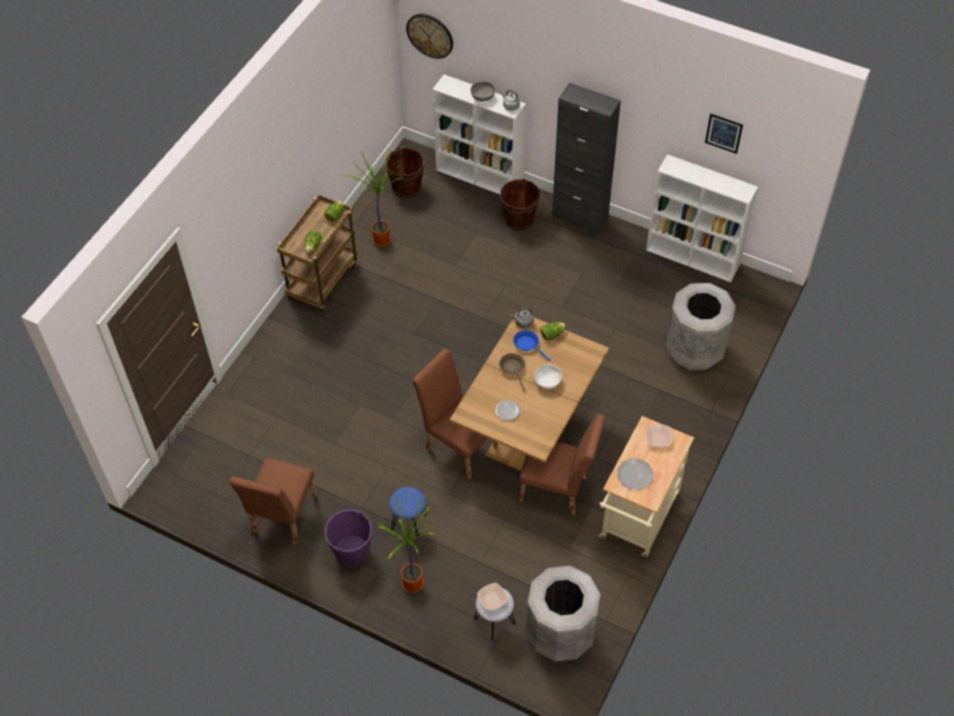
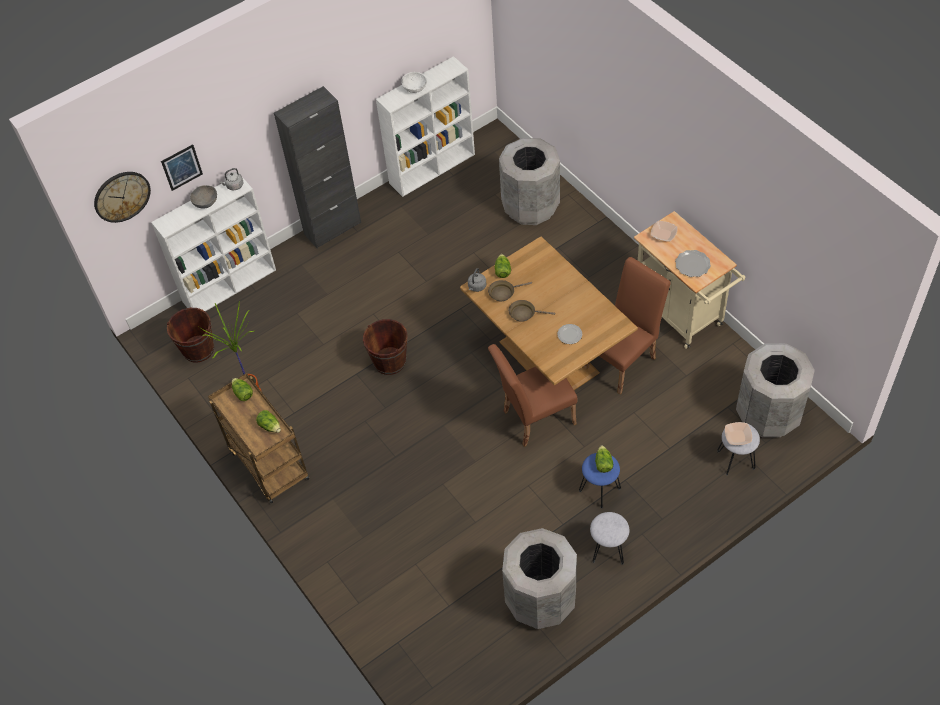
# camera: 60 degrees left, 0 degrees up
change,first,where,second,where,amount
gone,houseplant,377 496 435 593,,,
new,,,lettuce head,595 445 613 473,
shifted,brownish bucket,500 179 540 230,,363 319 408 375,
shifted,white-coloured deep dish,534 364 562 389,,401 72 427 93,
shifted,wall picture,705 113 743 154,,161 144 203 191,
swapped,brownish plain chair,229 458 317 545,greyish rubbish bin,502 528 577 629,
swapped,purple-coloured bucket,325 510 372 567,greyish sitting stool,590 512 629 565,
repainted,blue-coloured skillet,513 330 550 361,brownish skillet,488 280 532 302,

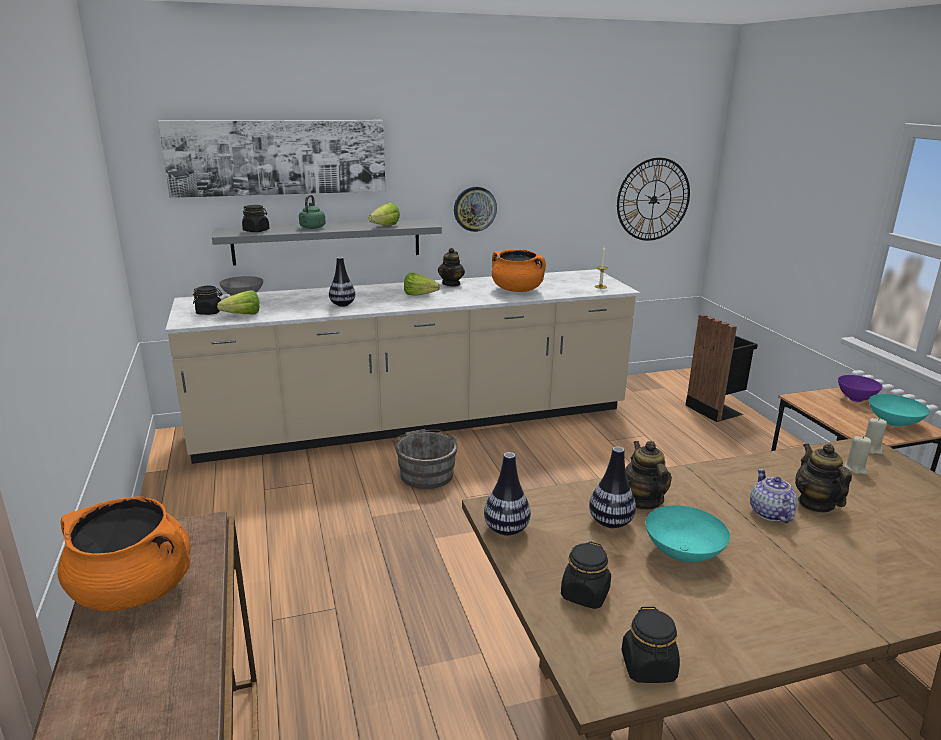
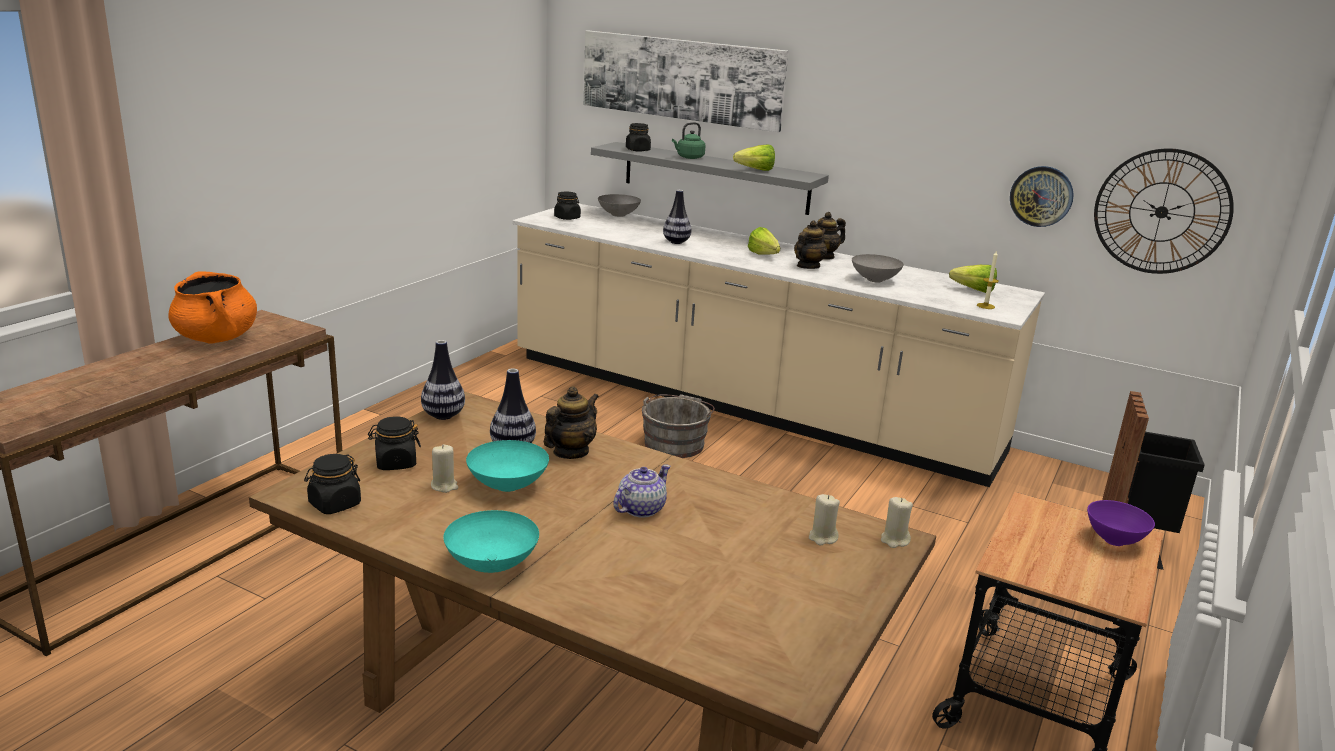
# camera: 45 degrees right, 0 degrees up
change,first,where,second,where,amount
new,,,beige-coloured wax candle,431 445 459 493,
shifted,lettuce head,217 290 259 315,,949 265 997 293,
shifted,clock on the wall,454 187 497 232,,1010 166 1074 227,
shifted,teapot,795 443 852 513,,794 220 827 269,
shifted,blue-green deep dish,869 394 930 427,,444 510 539 573,
swapped,orange cooking pot,492 250 546 292,greyish deep dish,852 254 904 282,

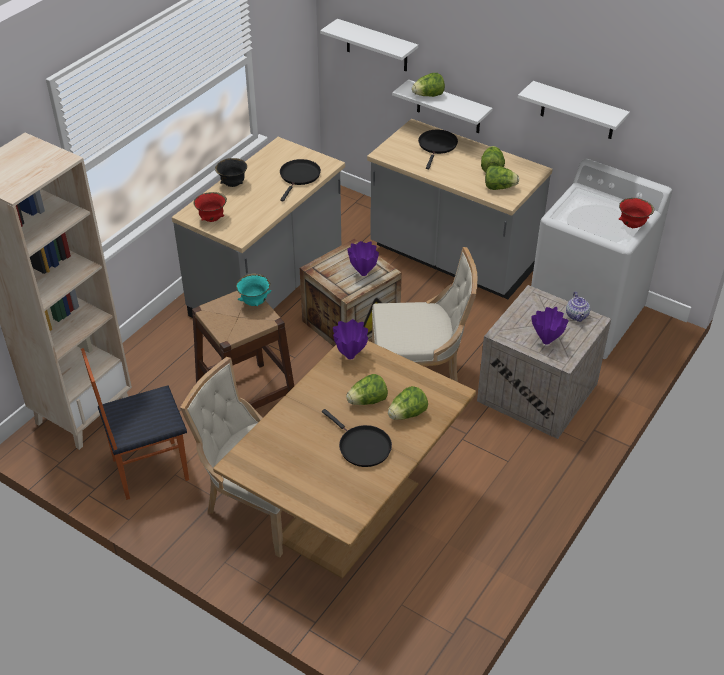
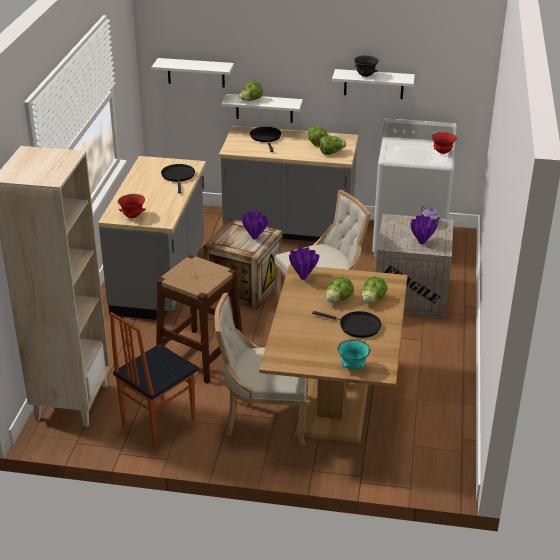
# camera: 25 degrees left, 10 degrees down
change,first,where,second,where,amount
shifted,blackish deep dish,215 158 247 187,,354 55 379 77,
shifted,blue-green deep dish,236 274 272 306,,338 339 370 370,

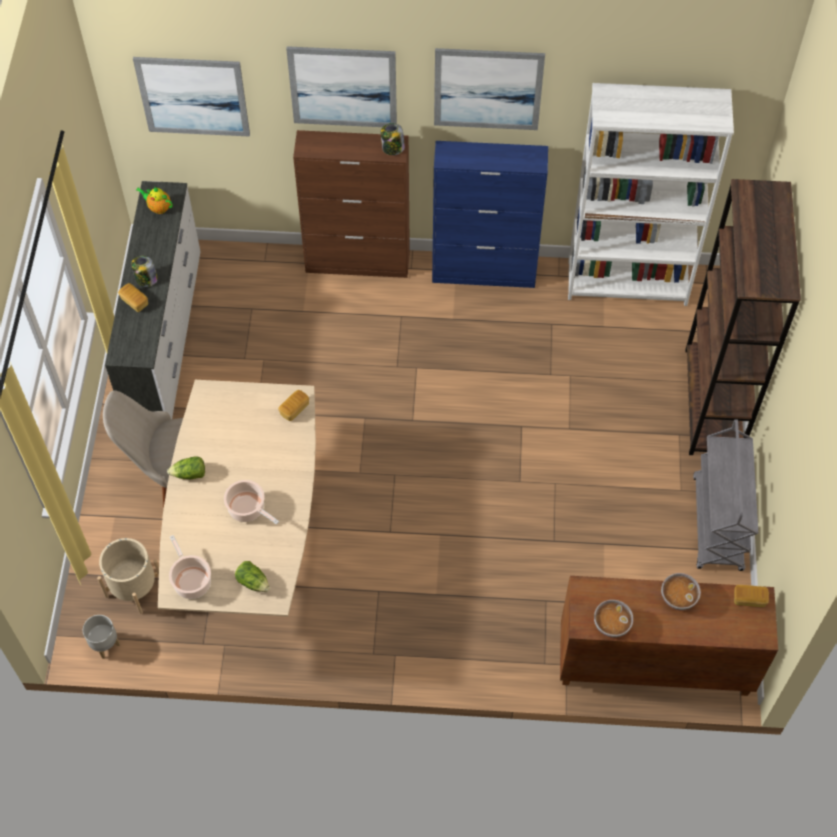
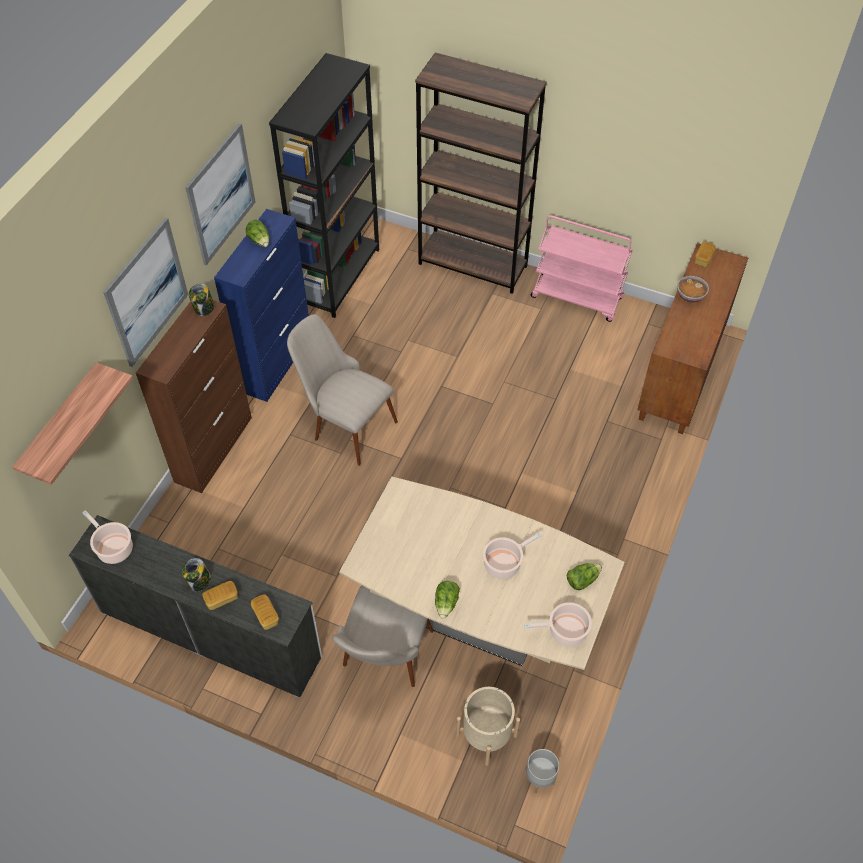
# camera: 70 degrees left, 5 degrees down
change,first,where,second,where,amount
gone,deep dish,594 600 634 638,,,
new,,,lettuce head,246 220 269 247,
new,,,beige-coloured plain chair,287 314 398 466,
shifted,bread,278 390 309 421,,251 594 279 630,
swapped,wall picture,133 57 250 137,bracket shelf,12 362 133 485,
swapped,teapot,136 187 173 214,cooking pot,82 510 133 564,
repainted,white-coloured bookcase,568 83 734 306,blackish bookcase,269 53 379 318,
repainted,greyish wheeled cart,693 419 758 571,pinkish wheeled cart,531 215 633 322,

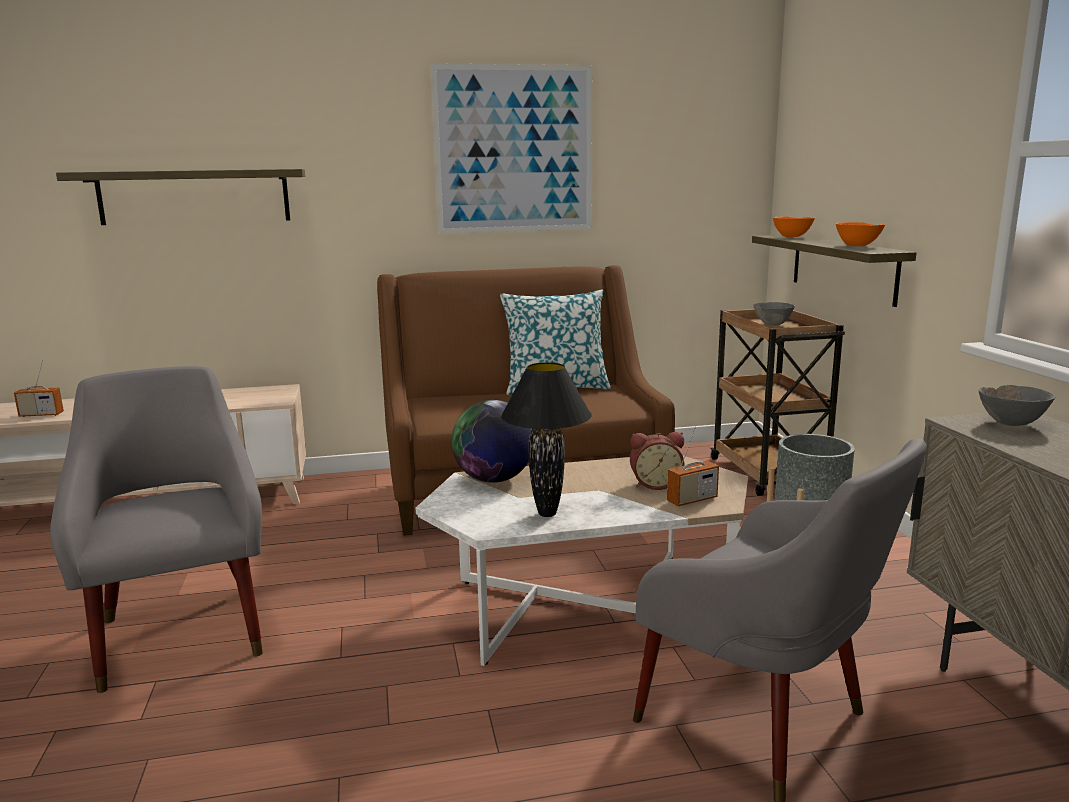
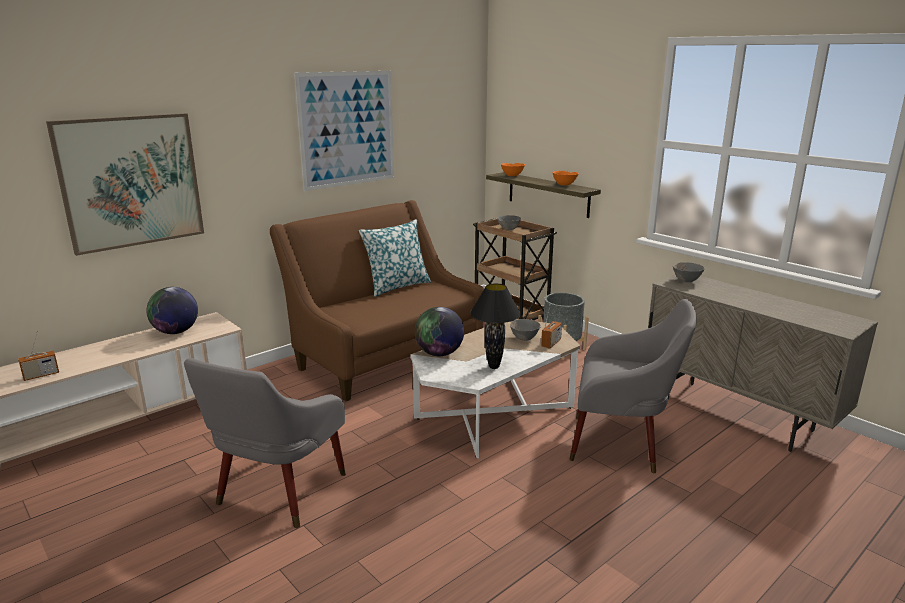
# camera: 30 degrees left, 5 degrees up
change,first,where,second,where,amount
new,,,world globe,146 287 198 334,
swapped,bracket shelf,56 169 305 225,wall picture,46 113 204 256,
swapped,bedside clock,630 432 684 490,greyish deep dish,510 319 541 341,
rotated,greyish armchair,50 366 263 693,,184 358 346 528,105 degrees counterclockwise

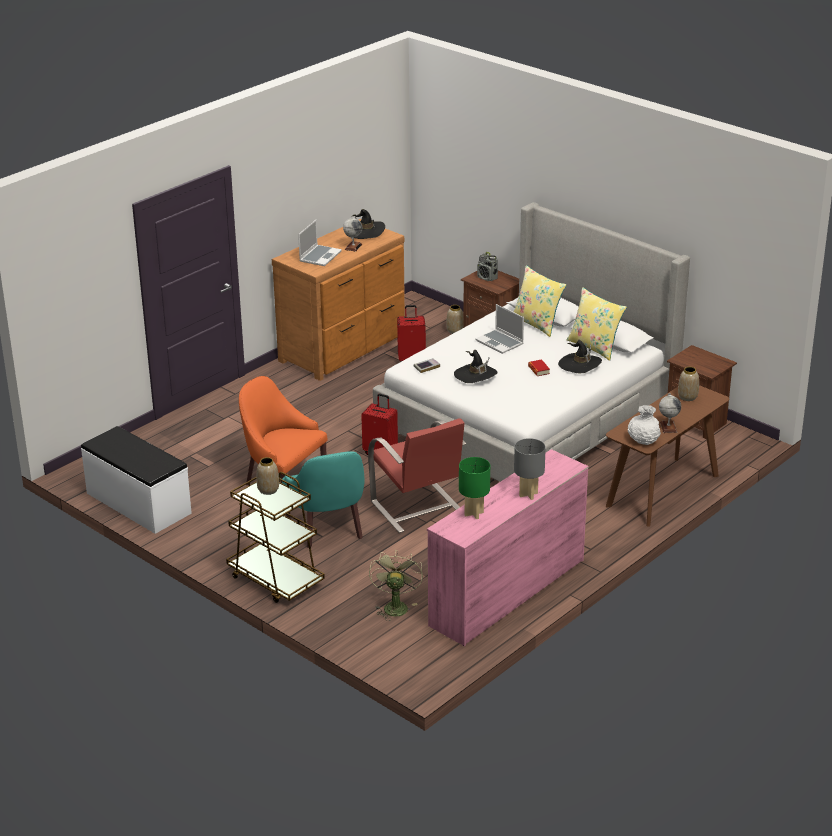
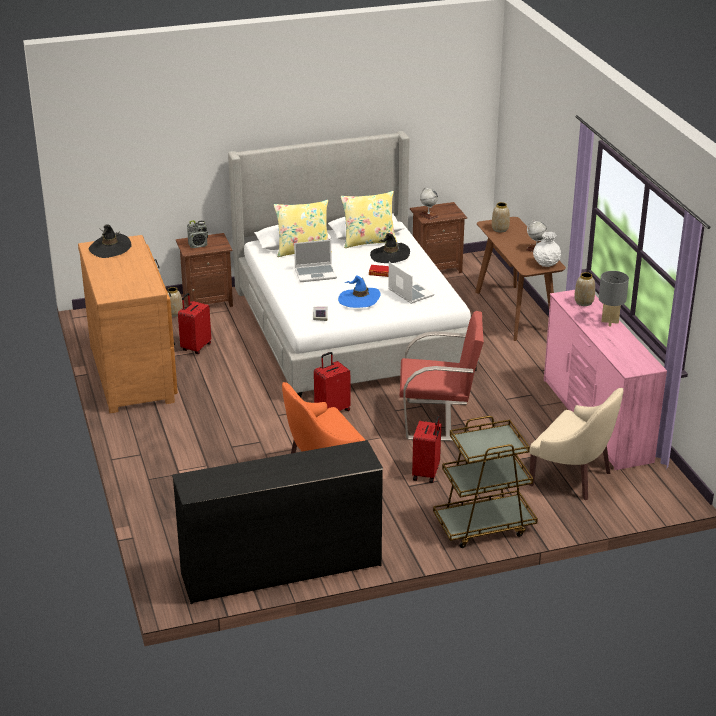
# camera: 60 degrees left, 0 degrees up
change,first,where,second,where,amount
gone,greenish table lamp,459 457 490 519,,,
shifted,decorative vase,256 457 279 495,,574 272 595 306,
shifted,notebook computer,298 220 342 266,,388 262 434 304,
shifted,world globe,343 216 362 252,,419 187 438 220,
swapped,white-coloured long seat,81 426 192 534,blackish chest of drawers,172 440 383 604,
swapped,blue-green armchair,282 452 365 548,reddish suitcase,412 416 441 483,
swapped,greenish electric fan,369 549 423 621,beige-coloured armchair,529 388 624 500,
repainted,blackish hat,454 350 498 383,blue-coloured hat,338 275 380 308,

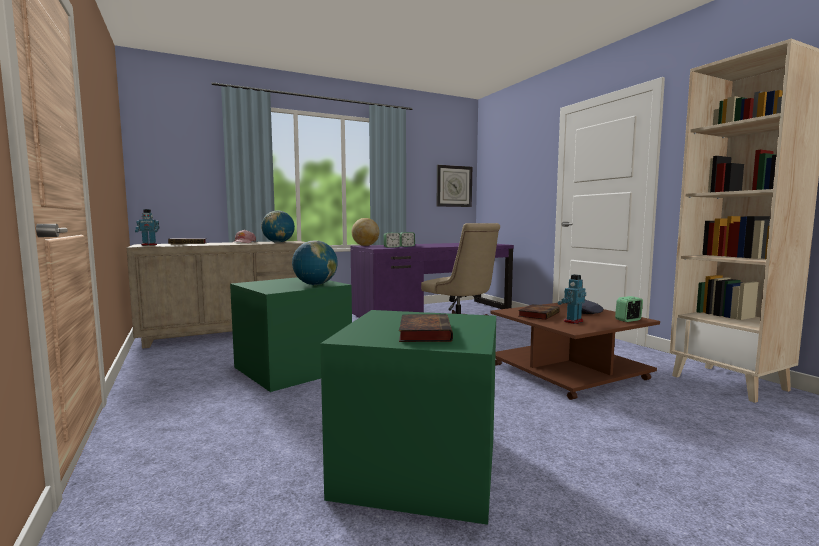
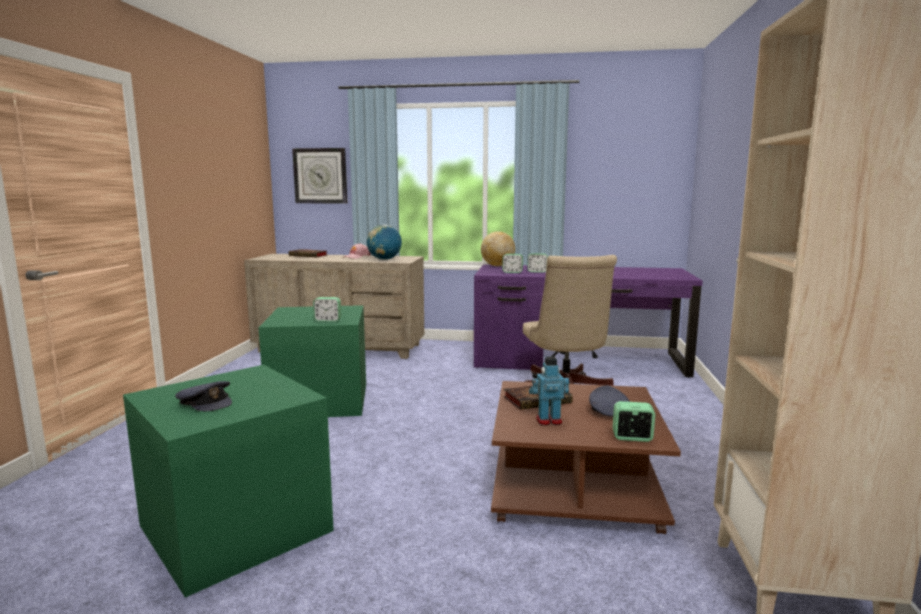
# camera: 35 degrees right, 5 degrees up
change,first,where,second,where,amount
gone,model robot,135 209 159 246,,,
shifted,clock on the wall,437 165 472 207,,292 148 347 204,
swapped,world globe,292 240 338 285,bedside clock,313 297 341 322,
swapped,volume,399 314 453 342,greyish peaked cap,175 381 232 412,

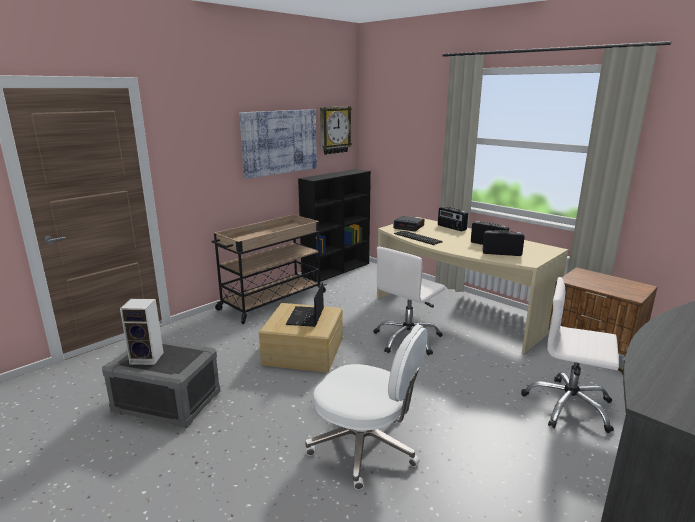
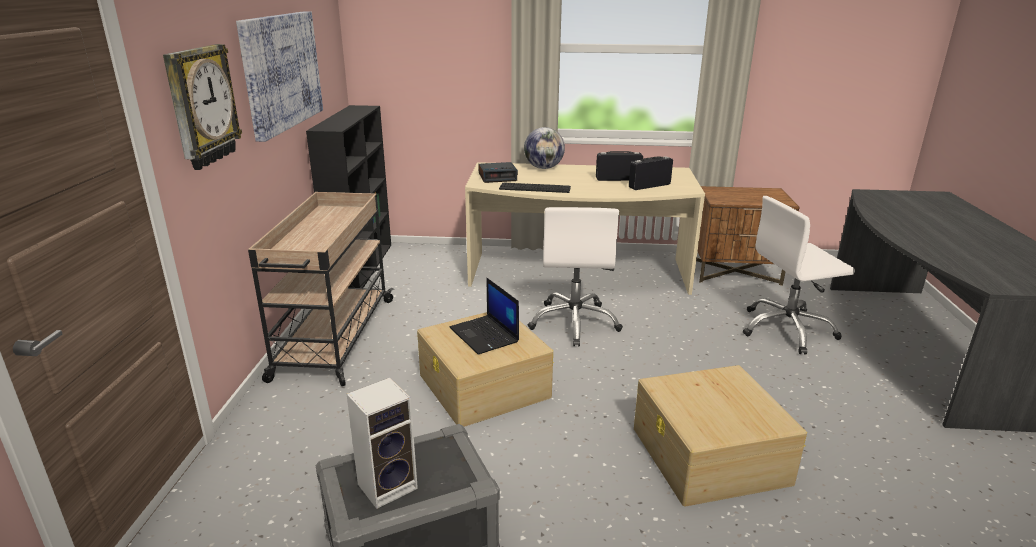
# camera: 40 degrees left, 5 degrees up
change,first,where,second,where,amount
shifted,clock on the wall,320 106 352 155,,163 44 242 170,
swapped,white-coloured computer chair,305 324 428 490,beige-coloured storage box,634 365 807 507,
swapped,radio set,438 207 468 231,world globe,524 127 565 169,

